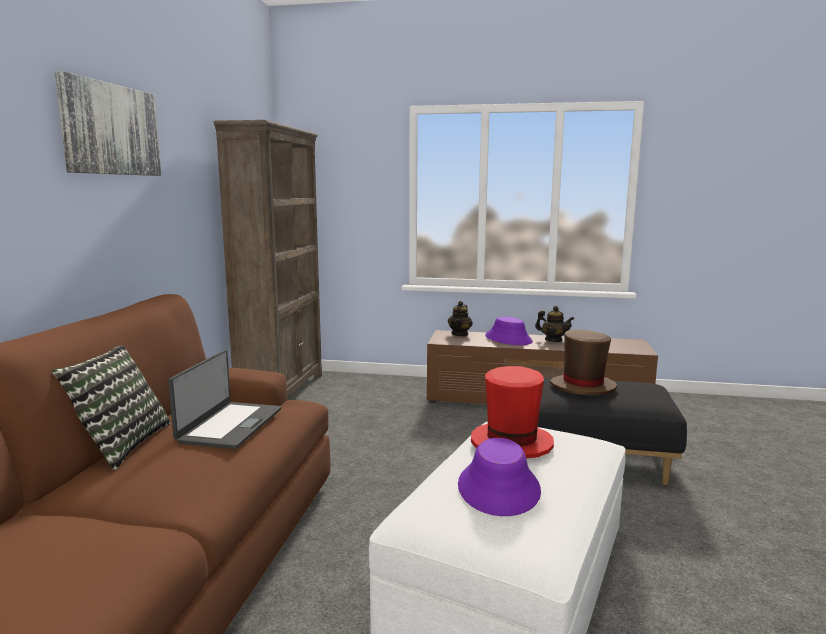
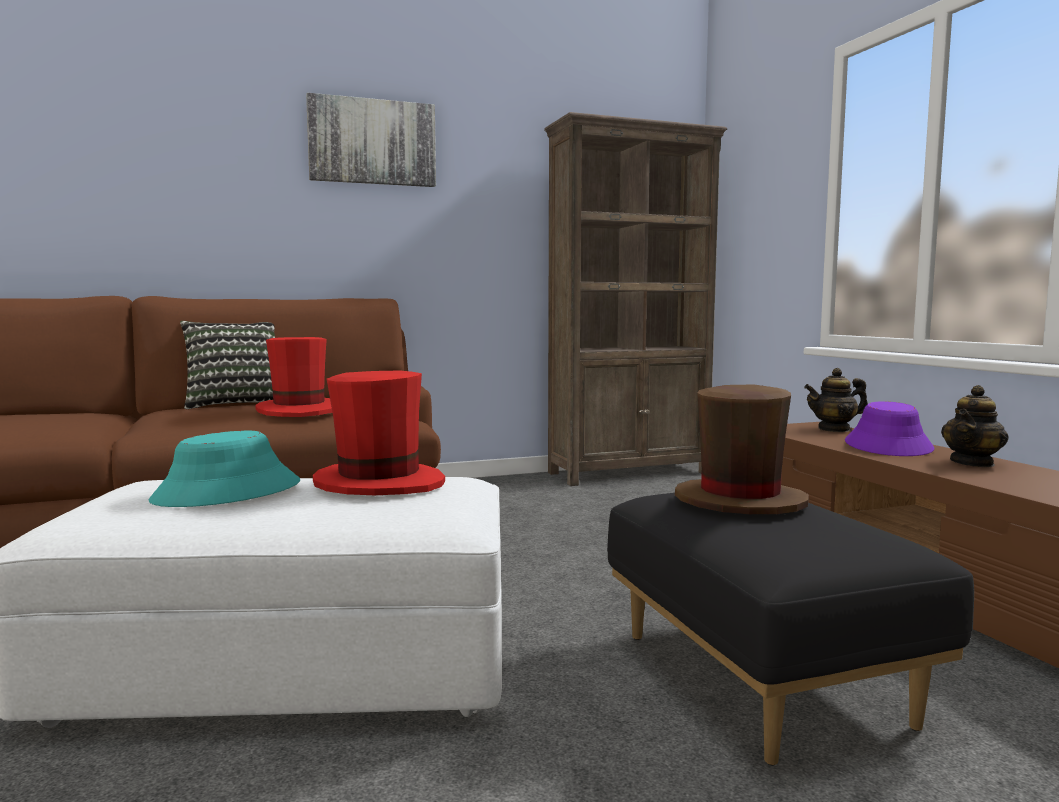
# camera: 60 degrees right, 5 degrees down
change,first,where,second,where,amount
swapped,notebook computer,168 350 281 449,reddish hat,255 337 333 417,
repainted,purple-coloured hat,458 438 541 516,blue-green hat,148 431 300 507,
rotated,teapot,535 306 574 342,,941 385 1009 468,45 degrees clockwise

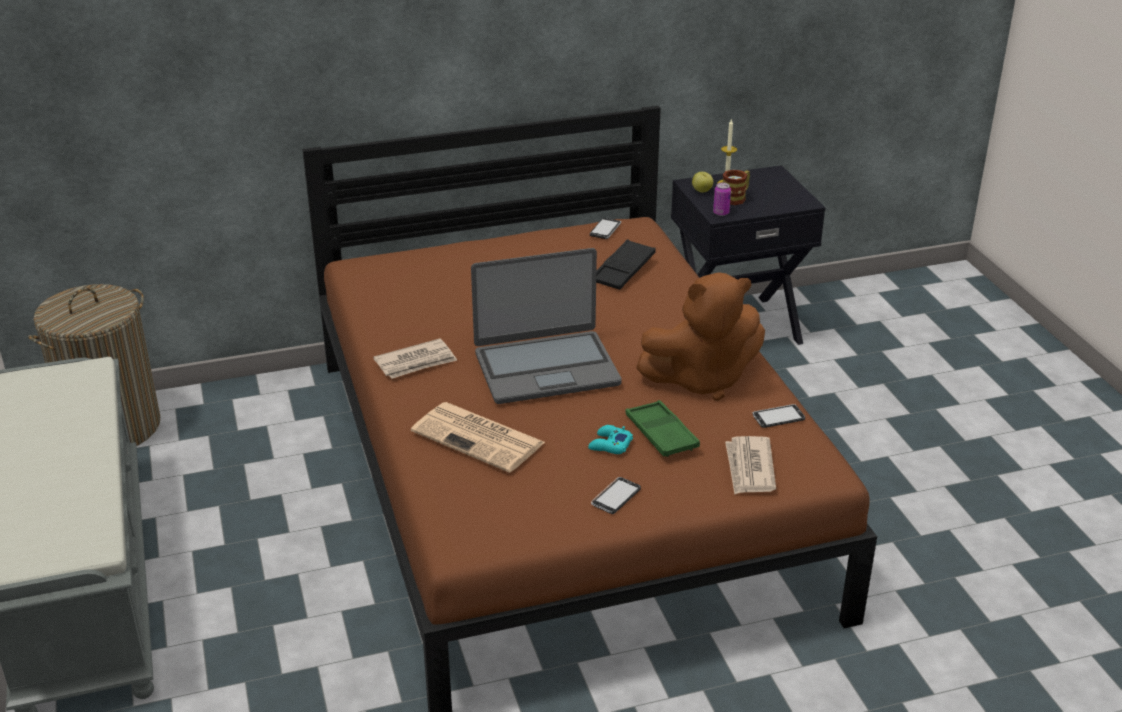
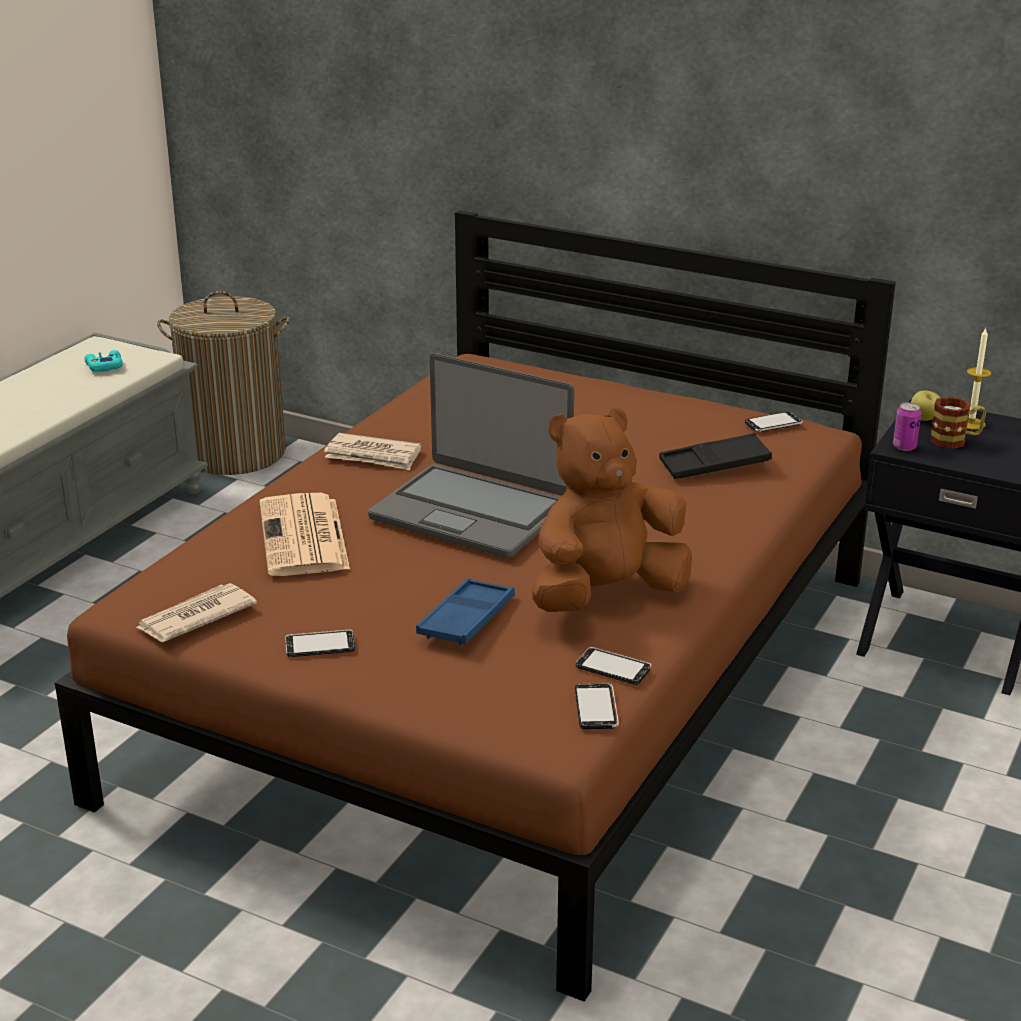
# camera: 45 degrees right, 5 degrees down
change,first,where,second,where,amount
new,,,handset,575 683 619 729,
shifted,blue-green game controller,588 425 633 454,,84 350 123 372,
shifted,printed paper,725 436 776 495,,136 583 257 642,
repainted,greenish carrying tray,625 400 700 457,blue-coloured carrying tray,416 578 515 646,
rotated,brownish soft toy,636 272 765 401,,532 407 692 612,120 degrees clockwise

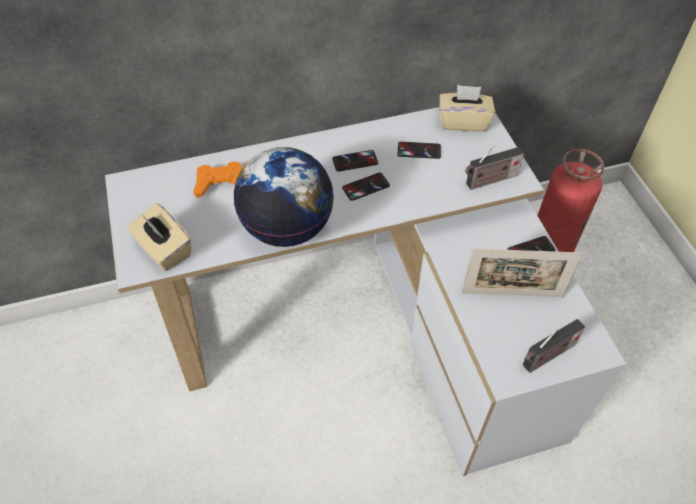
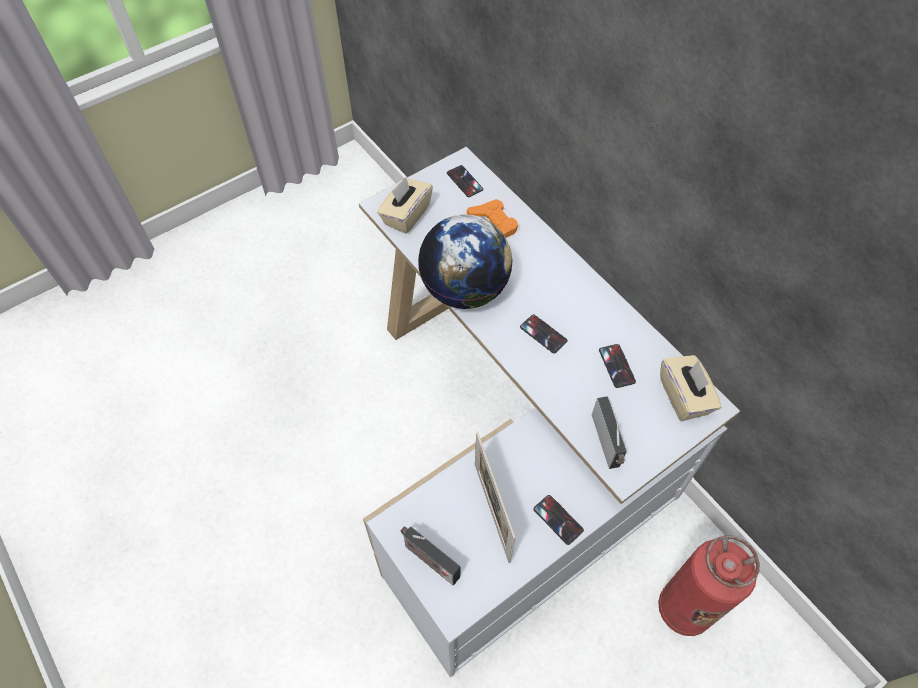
# camera: 70 degrees right, 5 degrees up
change,first,where,second,where,amount
shifted,handset,332 150 378 172,,447 165 483 197,
rotated,radio set,465 146 524 190,,592 397 627 469,150 degrees counterclockwise

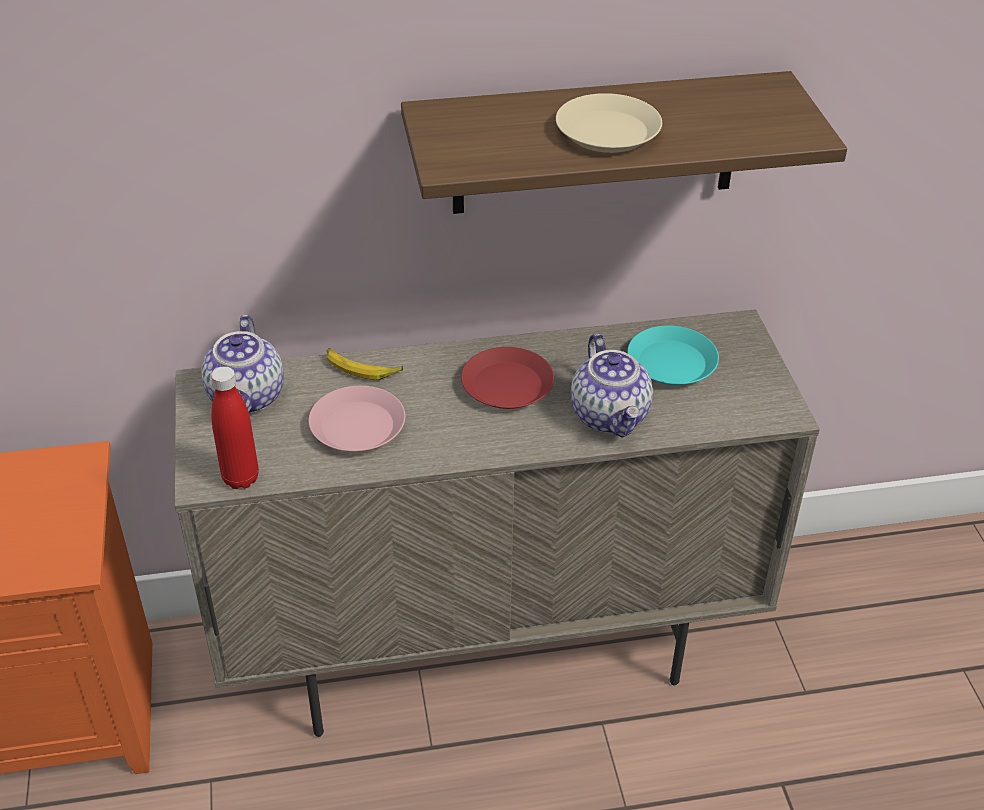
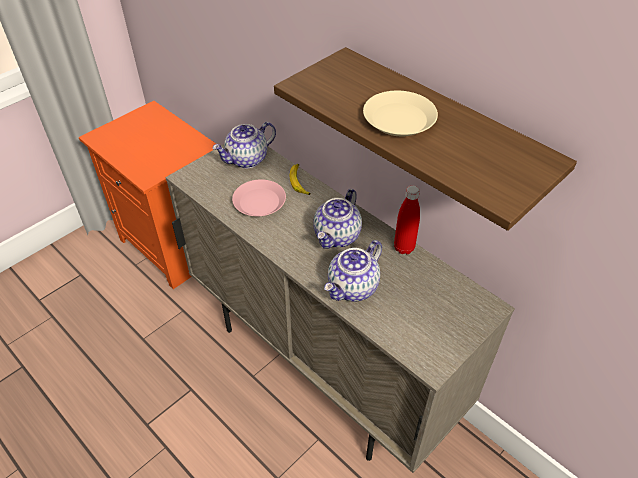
# camera: 55 degrees right, 5 degrees up
change,first,where,second,where,amount
gone,blue-green dinner plate,627 326 719 385,,,
shifted,reddish bottle,211 366 259 489,,394 185 420 254,
swapped,reddish dinner plate,461 347 554 409,teapot,313 189 362 249,

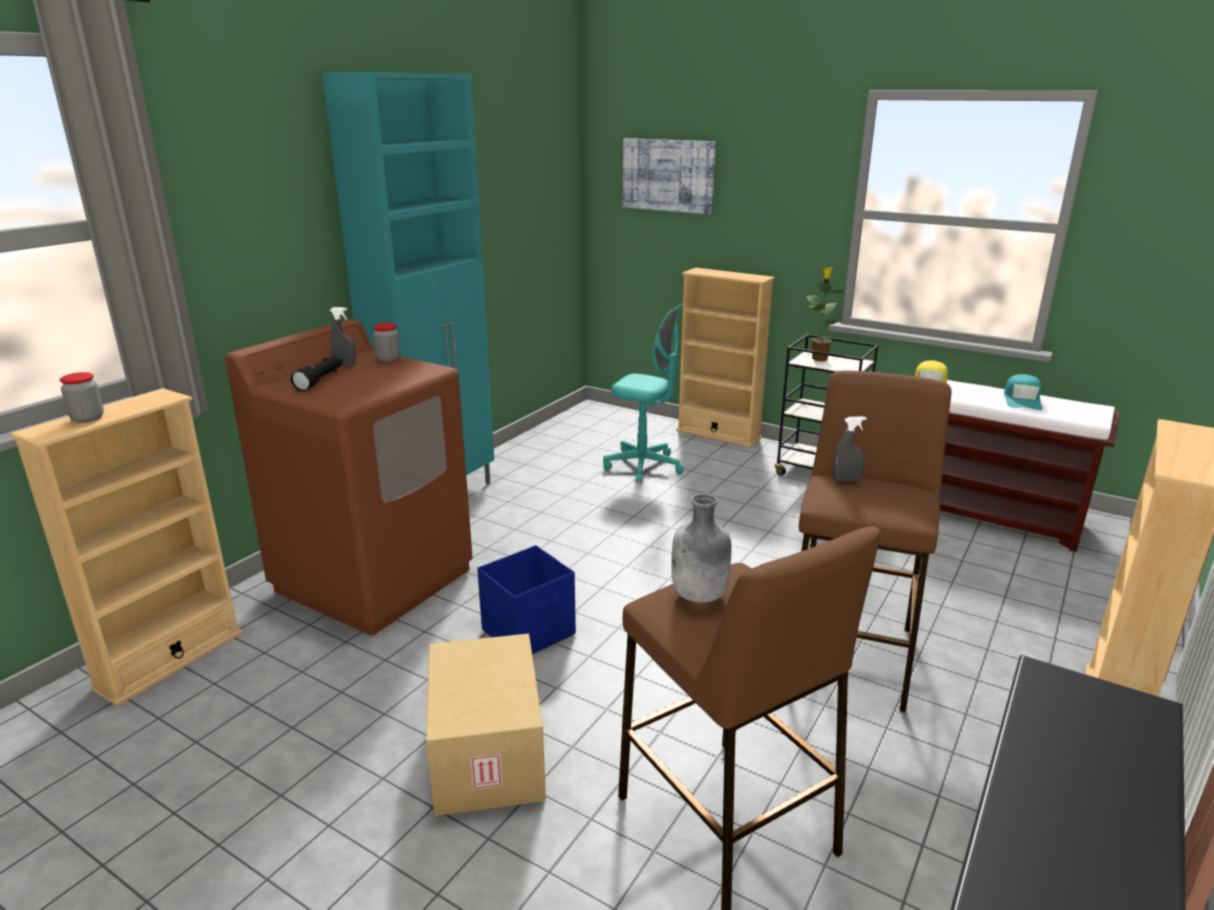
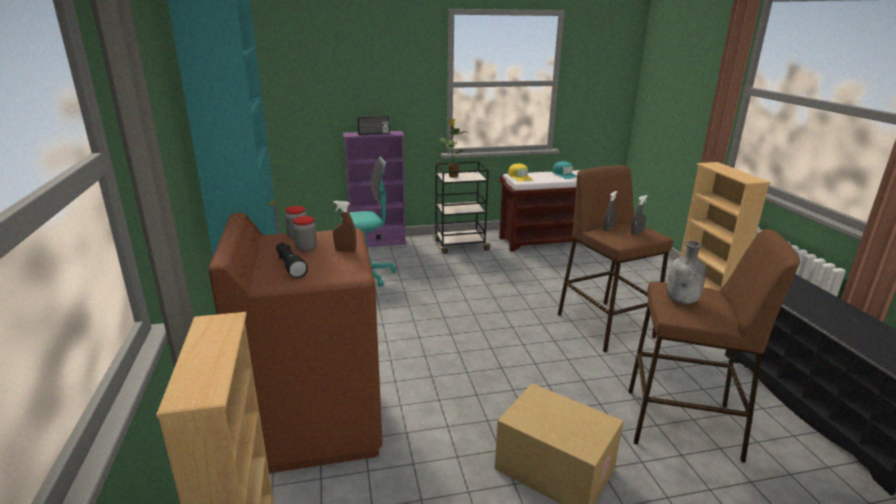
# camera: 45 degrees left, 0 degrees up
change,first,where,second,where,amount
gone,blue-coloured storage box,477 545 576 654,,,
gone,wall picture,623 138 716 214,,,
new,,,brownish spray bottle,333 201 356 252,
new,,,radio set,357 115 390 135,
shifted,storage jar,60 372 104 423,,293 216 317 252,
shifted,greyish spray bottle,330 307 356 366,,631 195 648 235,
repainted,beige-coloured bookcase,676 268 775 447,purple-coloured bookcase,343 131 407 247,

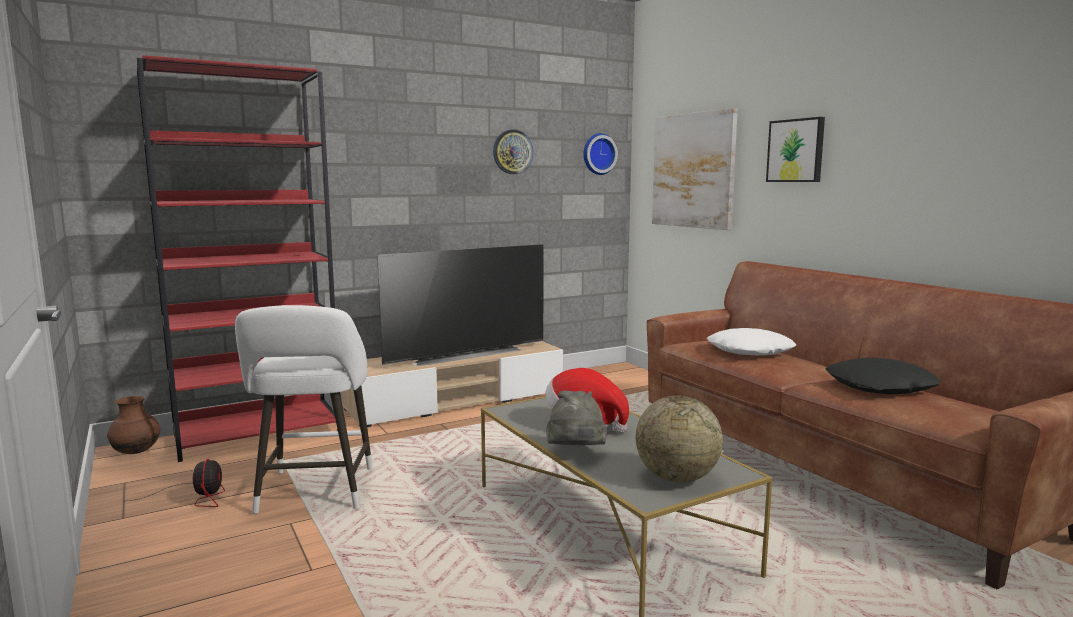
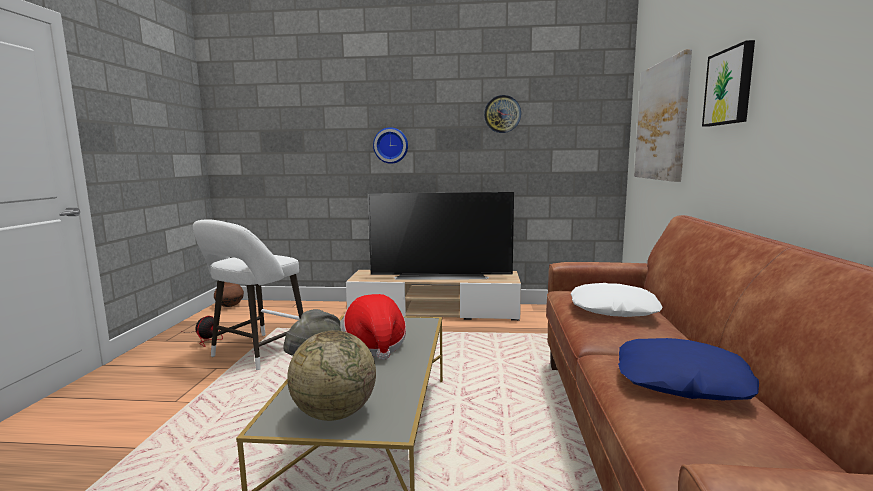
# camera: 35 degrees right, 0 degrees up
change,first,where,second,where,amount
gone,reddish bookcase,137 55 338 462,,,
shifted,clock on the wall,583 133 618 175,,373 127 408 164,
repainted,blackish cushion,825 358 941 394,blue-coloured cushion,618 338 759 400,

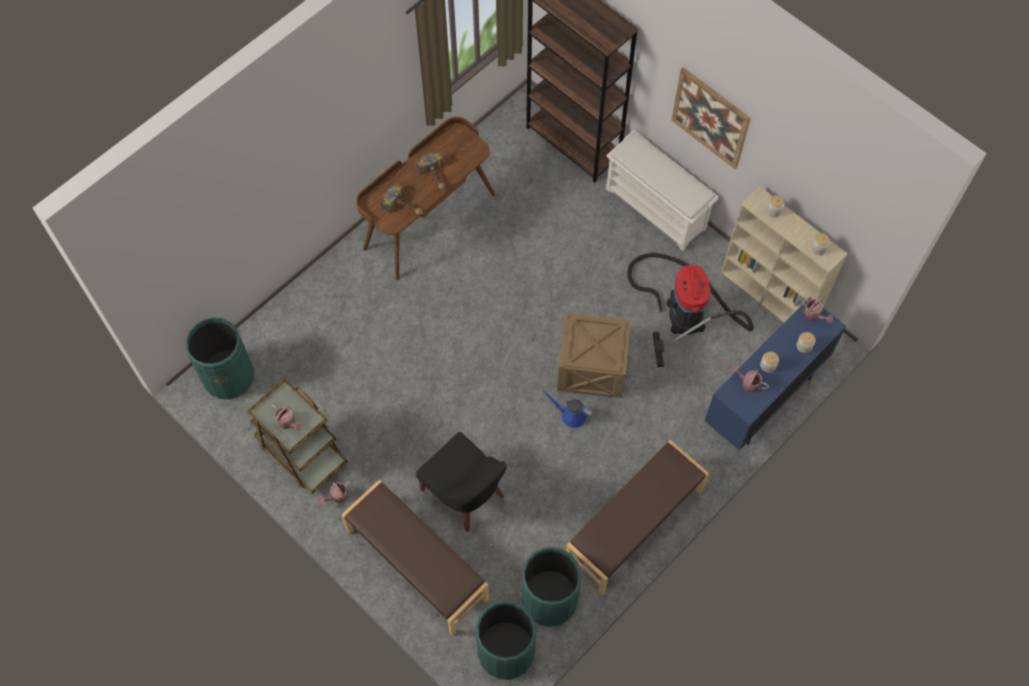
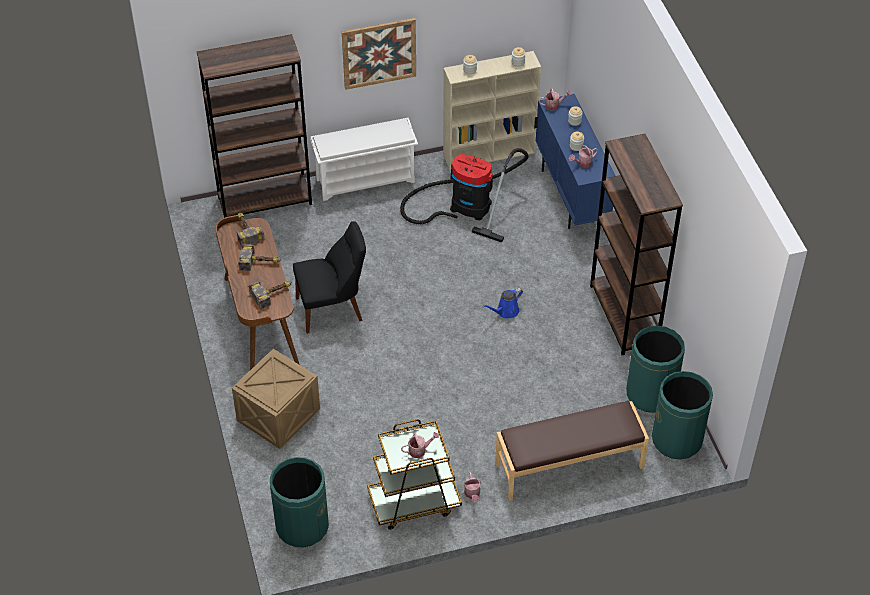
# camera: 60 degrees left, 15 degrees down
change,first,where,second,where,amount
new,,,hand hammer,237 213 265 247,
shifted,blackish plain chair,416 432 507 532,,293 221 366 334,
shifted,crate,557 313 631 398,,232 349 320 449,
swapped,brownish long seat,566 440 709 596,brownish bookcase,590 134 683 355,

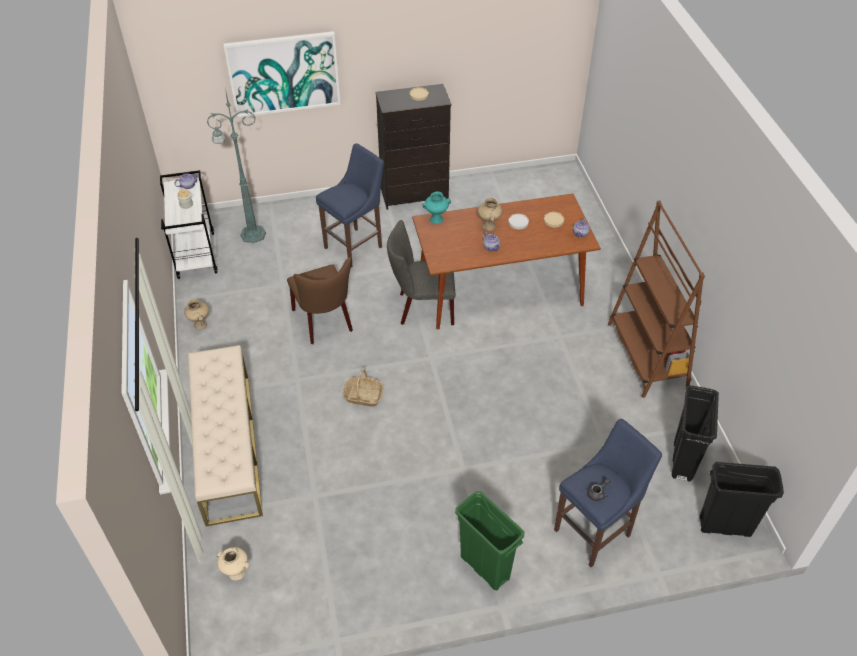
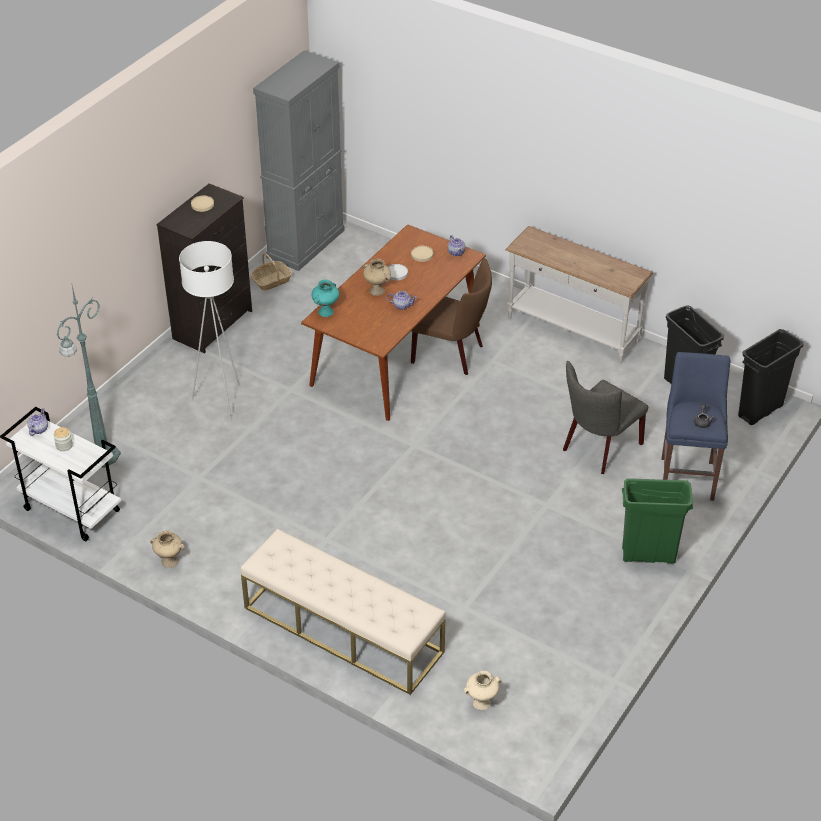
# camera: 45 degrees left, 5 degrees down
change,first,where,second,where,amount
gone,wall picture,224 31 341 118,,,
new,,,greyish storage cabinet,253 50 344 271,
shifted,brownish plain chair,287 257 353 344,,411 258 492 375,
shifted,basket,343 370 383 407,,251 253 292 291,
shifted,greyish plain chair,387 220 456 325,,563 361 648 474,
swapped,blue-coloured sitting stool,316 143 384 267,white-coloured floor lamp,179 241 240 421,
swapped,brownish bookcase,608 200 705 398,white-coloured hall table,505 226 653 364,

